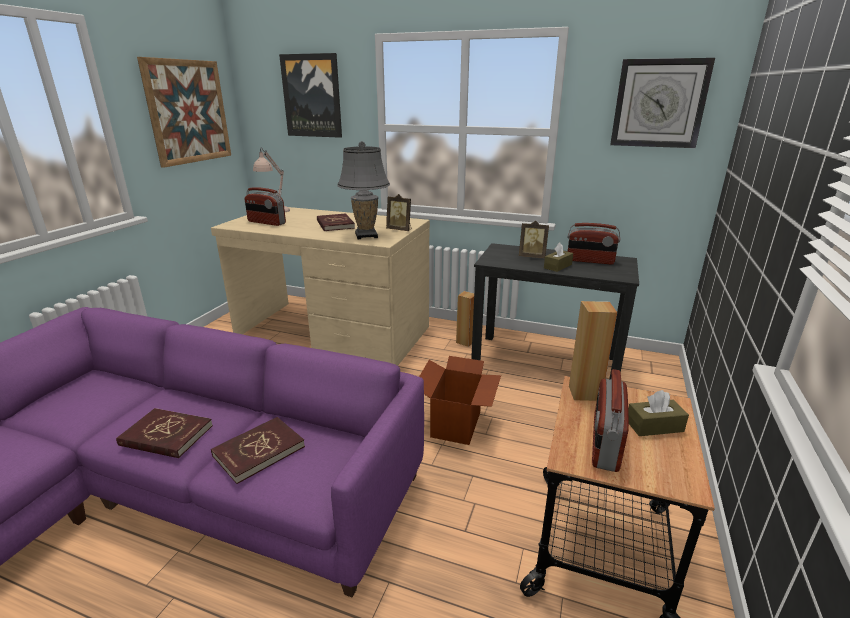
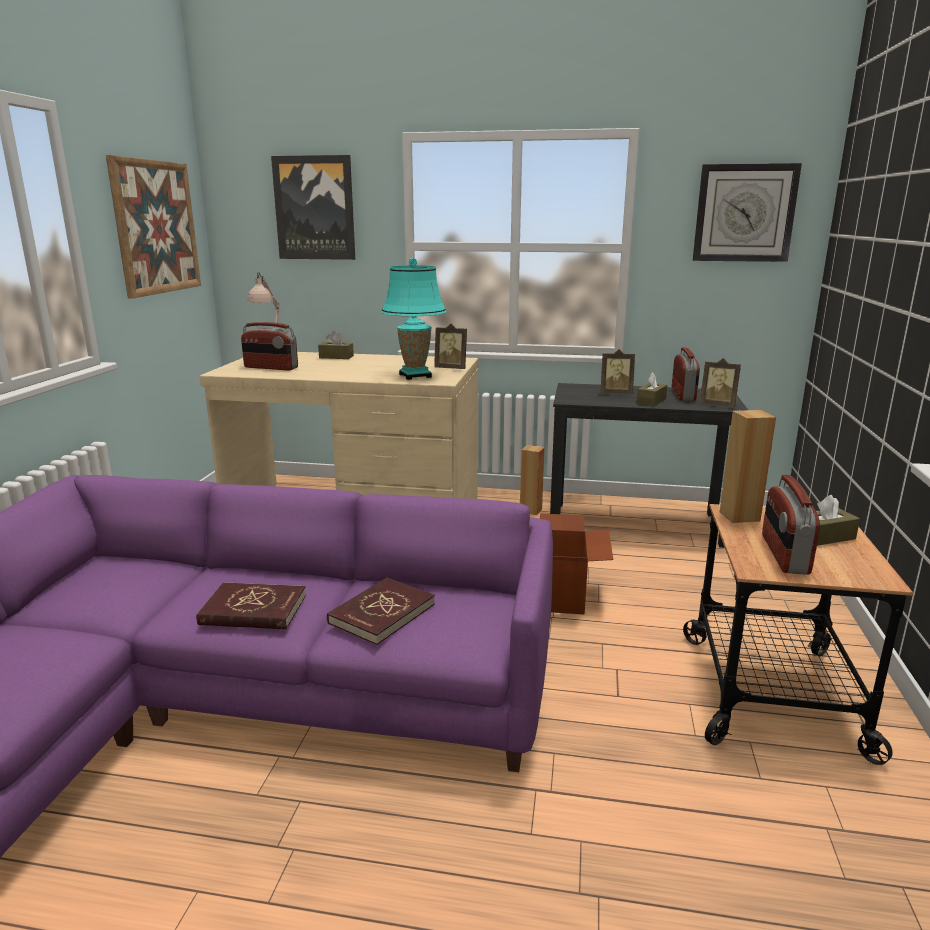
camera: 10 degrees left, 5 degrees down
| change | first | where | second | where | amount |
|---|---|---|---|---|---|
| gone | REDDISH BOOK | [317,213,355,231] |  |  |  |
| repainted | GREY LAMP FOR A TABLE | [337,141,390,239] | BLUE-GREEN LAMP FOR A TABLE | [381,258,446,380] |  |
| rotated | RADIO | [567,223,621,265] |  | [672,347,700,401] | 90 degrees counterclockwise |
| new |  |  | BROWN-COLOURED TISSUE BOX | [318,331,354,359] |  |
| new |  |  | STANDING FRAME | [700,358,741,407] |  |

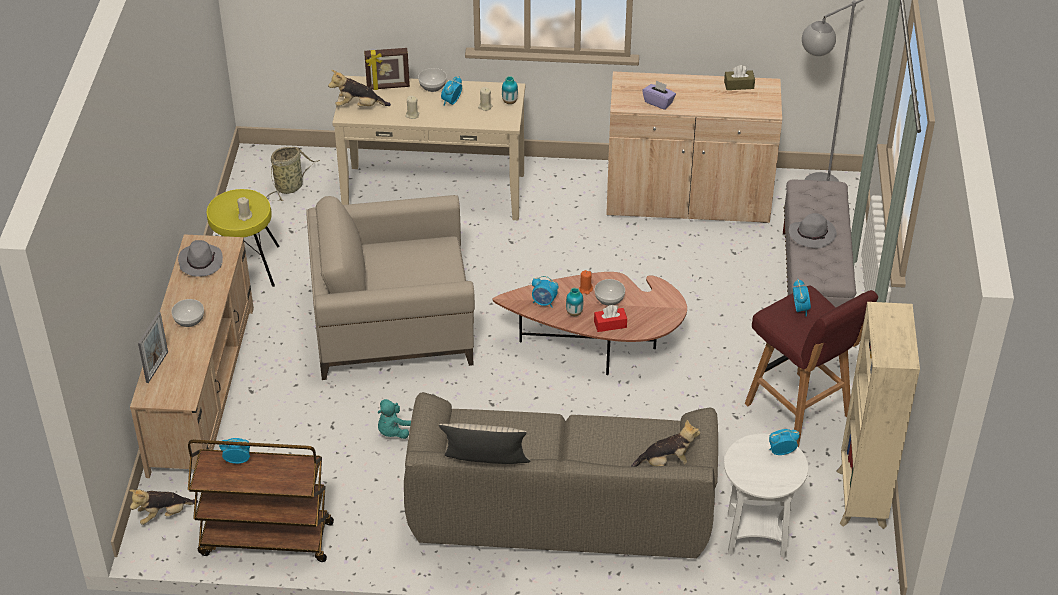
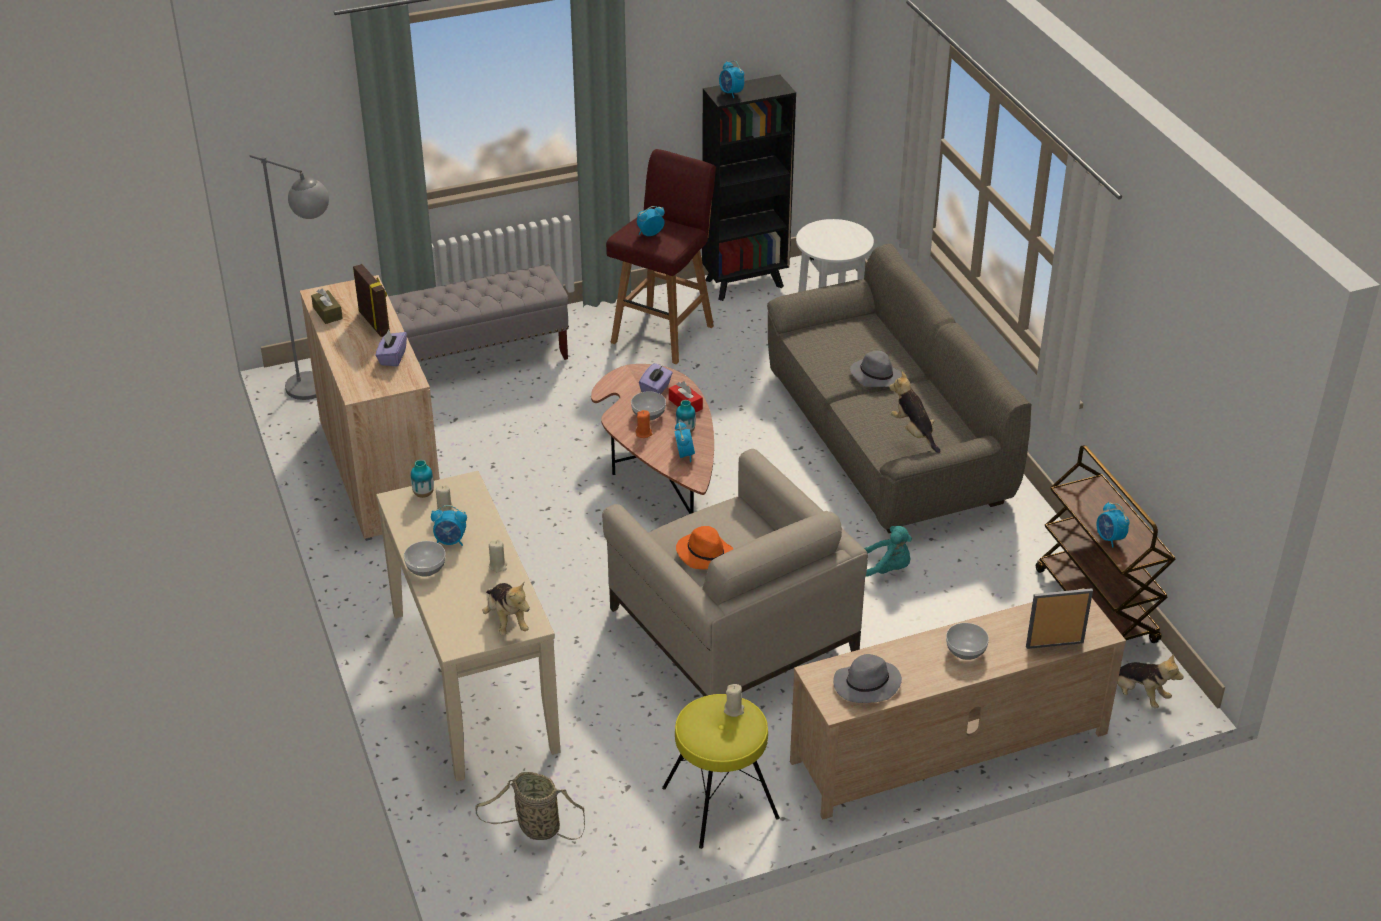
camera: 115 degrees left, 5 degrees down
| change | first | where | second | where | amount |
|---|---|---|---|---|---|
| shifted | STANDING FRAME | [364,48,410,90] |  | [353,264,390,337] |  |
| gone | SAND-COLOURED THROW PILLOW | [439,423,531,464] |  |  |  |
| shifted | CUDDLY TOY | [631,420,700,467] |  | [889,371,941,453] |  |
| shifted | TABLE CLOCK | [769,429,800,455] |  | [719,60,744,98] |  |
| shifted | GREY CLOTHING HAT | [789,213,837,248] |  | [850,351,902,387] |  |
| repainted | SAND-COLOURED BOOKSHELF | [836,302,920,529] | BLACK-COLOURED BOOKSHELF | [702,75,796,301] |  |
| new |  |  | PURPLE TISSUE BOX | [639,363,673,394] |  |
| new |  |  | ORANGE CLOTHING HAT | [676,526,733,570] |  |

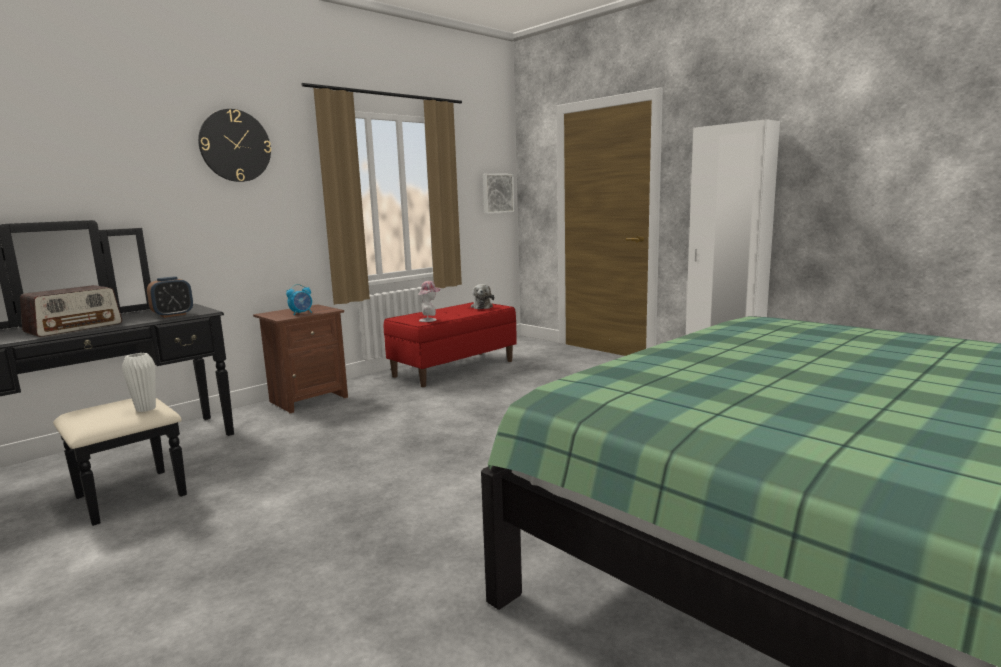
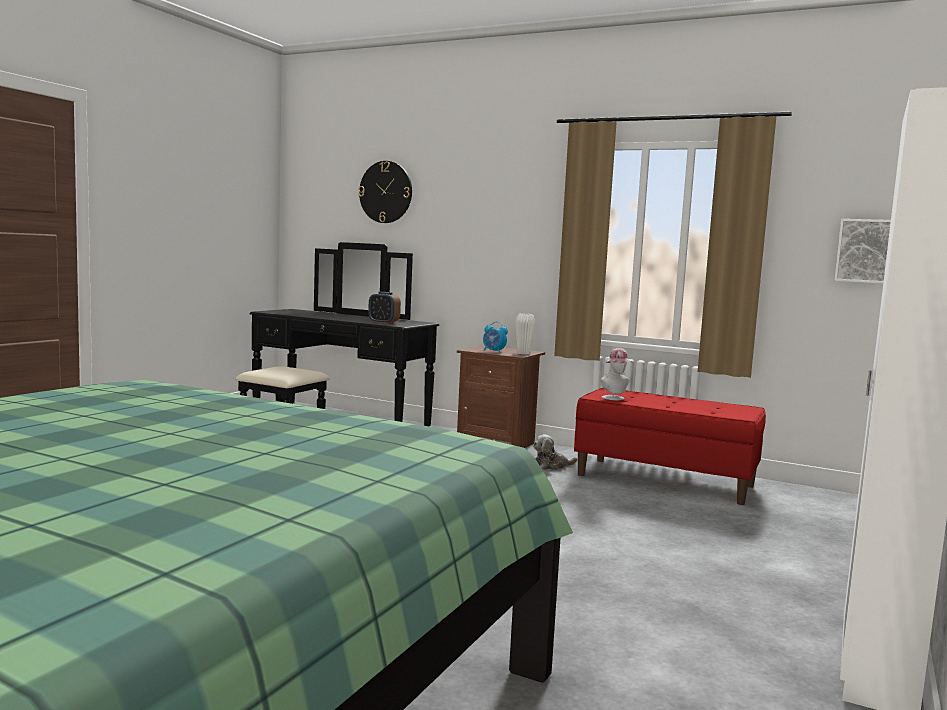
camera: 70 degrees right, 5 degrees down
| change | first | where | second | where | amount |
|---|---|---|---|---|---|
| gone | RADIO | [20,285,122,337] |  |  |  |
| shifted | WHITE DECORATIVE VASE | [122,353,156,412] |  | [515,313,535,354] |  |
| shifted | CLOCK ON THE WALL | [198,109,271,182] |  | [358,161,412,223] |  |
| shifted | CUDDLY TOY | [471,284,494,309] |  | [533,434,577,470] |  |

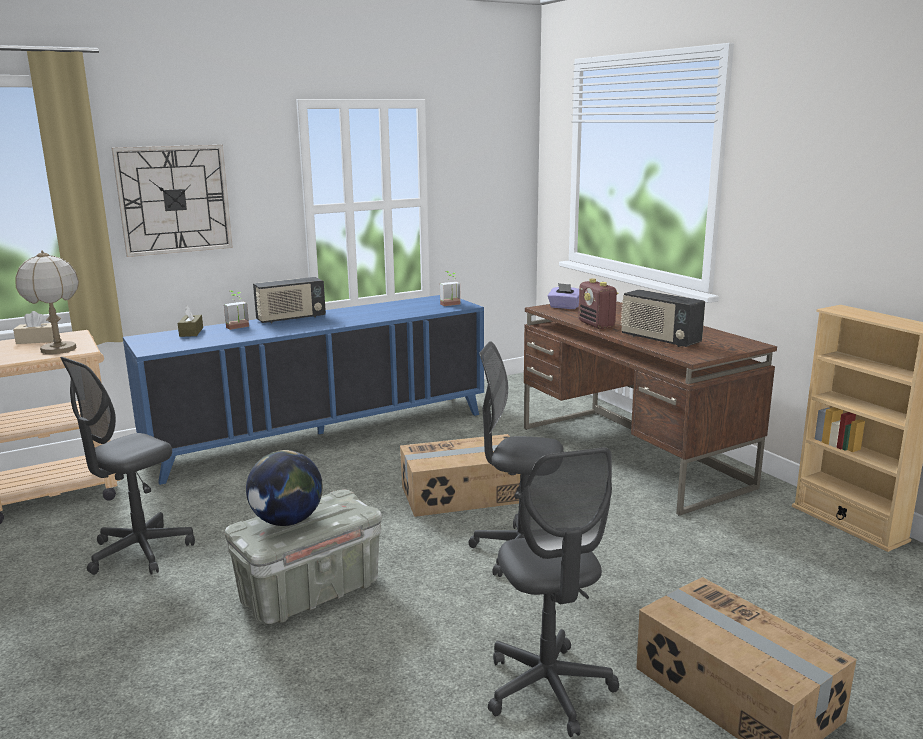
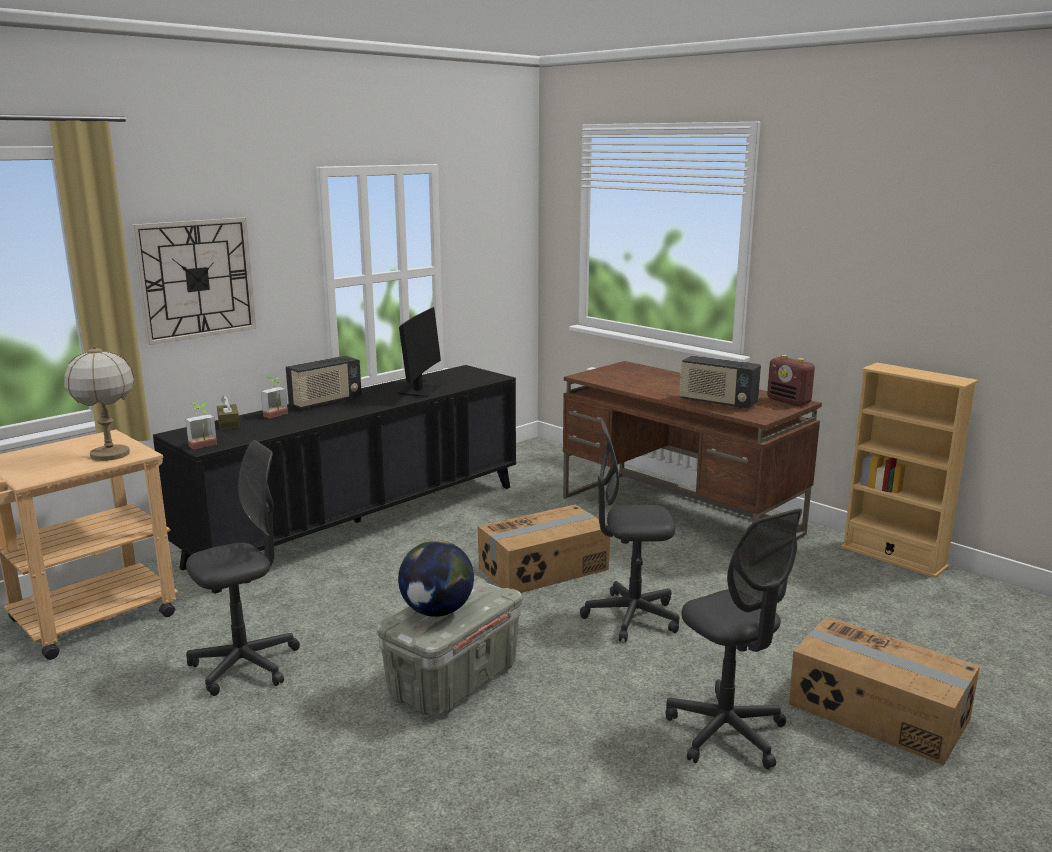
camera: 15 degrees left, 0 degrees up
| change | first | where | second | where | amount |
|---|---|---|---|---|---|
| gone | SAND-COLOURED TISSUE BOX | [13,311,54,344] |  |  |  |
| rotated | GREY OFFICE CHAIR | [60,357,195,575] |  | [186,440,300,696] | 150 degrees counterclockwise |
| repainted | BLUE-COLOURED CABINET | [123,295,484,485] | BLACK-COLOURED CABINET | [153,365,516,594] |  |
| shifted | HOUSEPLANT | [440,271,461,306] |  | [186,402,217,449] |  |
| gone | PURPLE TISSUE BOX | [548,283,579,309] |  |  |  |
| shifted | RADIO | [578,278,619,329] |  | [767,355,815,406] |  |
| new |  |  | COMPUTER SCREEN | [398,307,441,397] |  |

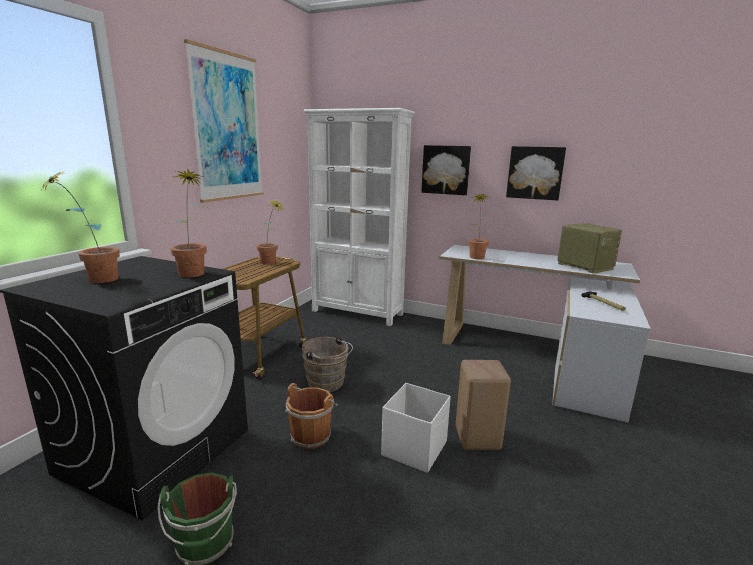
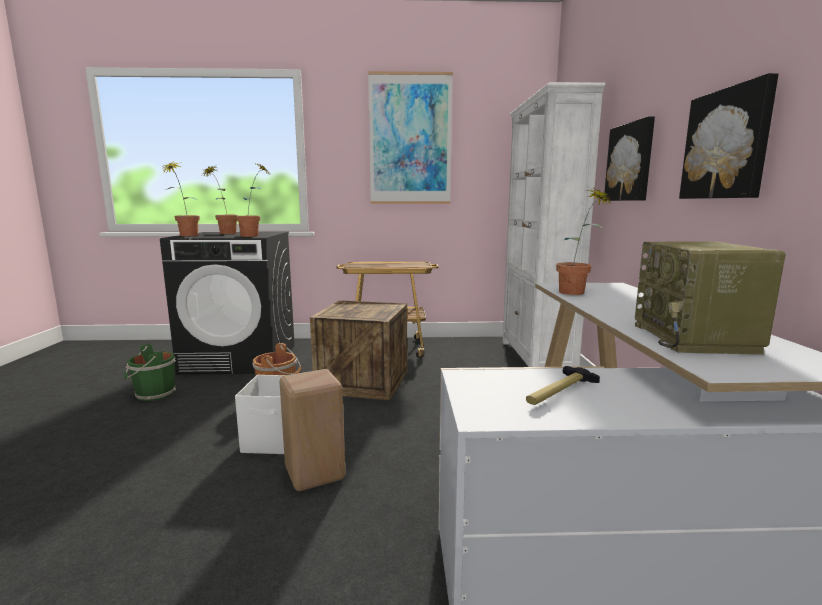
camera: 65 degrees right, 5 degrees down
| change | first | where | second | where | amount |
|---|---|---|---|---|---|
| shifted | HOUSEPLANT | [257,199,285,264] |  | [162,161,200,236] |  |
| swapped | BROWN-COLOURED PAIL | [302,337,353,392] | CRATE | [310,300,407,400] |  |
| rotated | RADIO | [558,223,622,274] |  | [635,241,786,355] | 150 degrees clockwise |

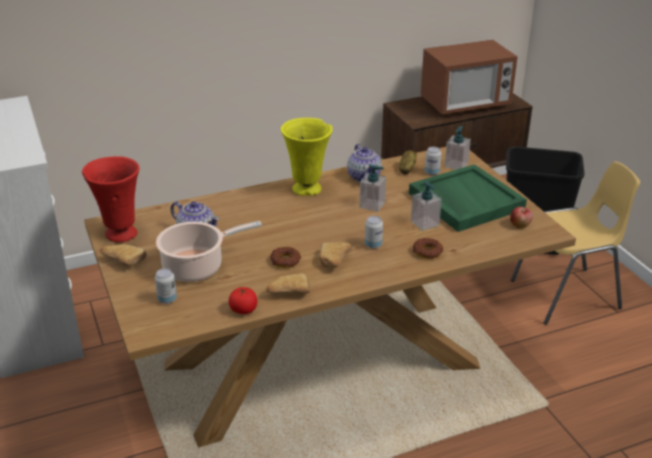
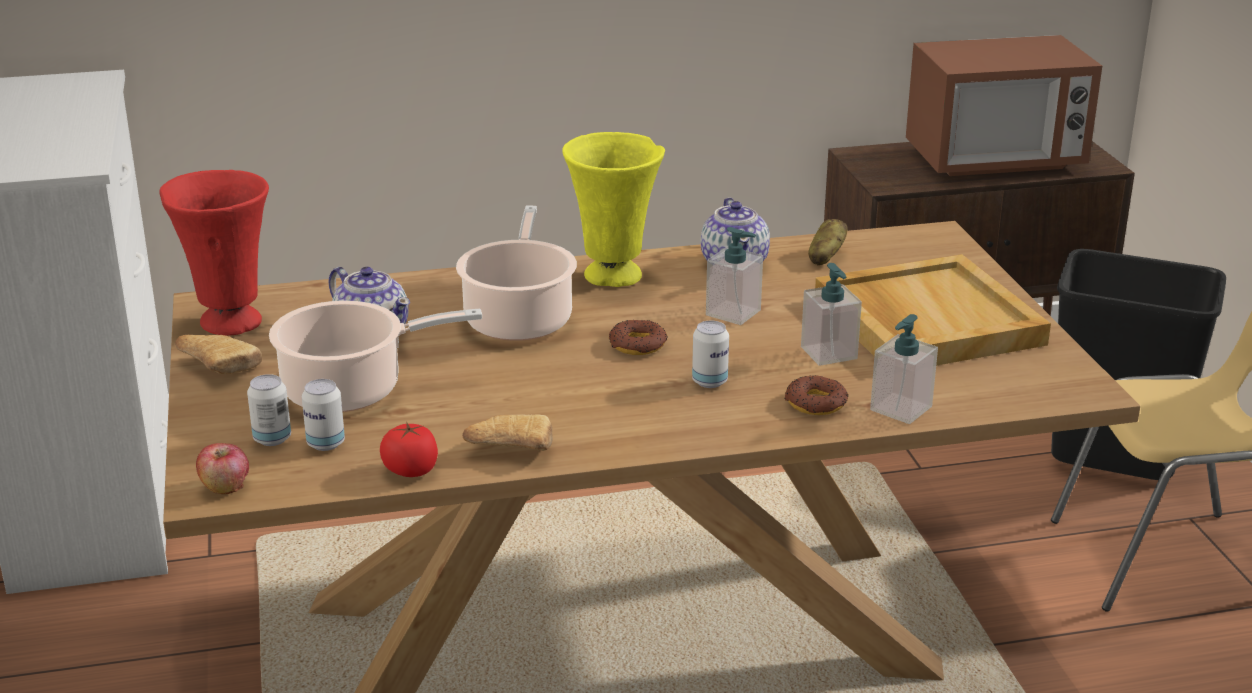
camera: 10 degrees right, 5 degrees down
| change | first | where | second | where | amount |
|---|---|---|---|---|---|
| shifted | DOUGHNUT | [270,247,301,268] |  | [609,320,668,355] |  |
| gone | BAKERY BREAD | [319,243,352,268] |  |  |  |
| repainted | GREEN-COLOURED SERVING TRAY | [409,164,527,232] | SAND-COLOURED SERVING TRAY | [815,254,1051,366] |  |
| shifted | SEALED CAN | [425,147,441,176] |  | [302,379,345,451] |  |
| shifted | LIQUID SOAP BOTTLE | [444,126,471,170] |  | [870,314,938,424] |  |
| shifted | APPLE FRUIT | [510,207,532,228] |  | [196,443,249,494] |  |
| new |  |  | SAUCEPOT | [456,206,577,341] |  |

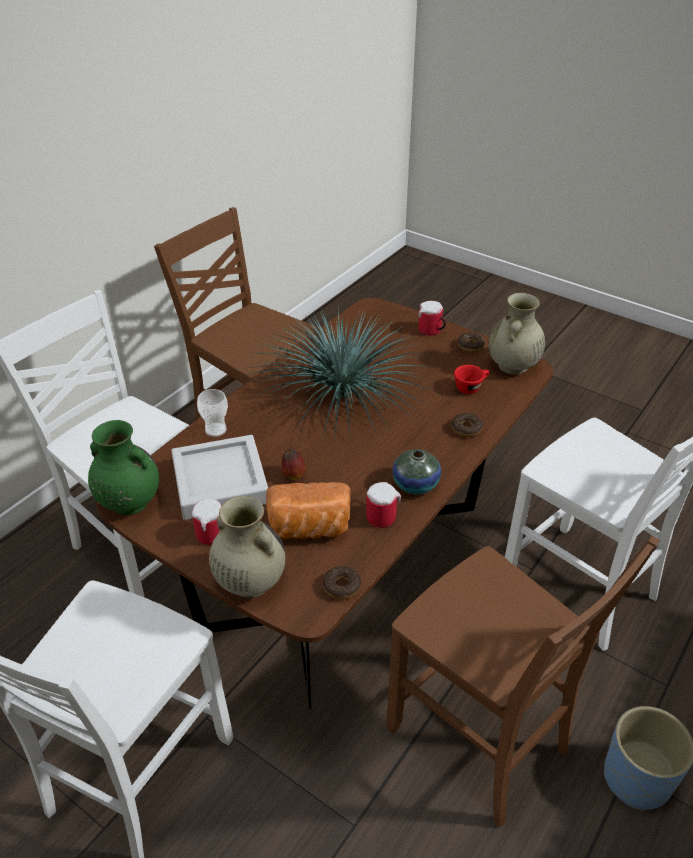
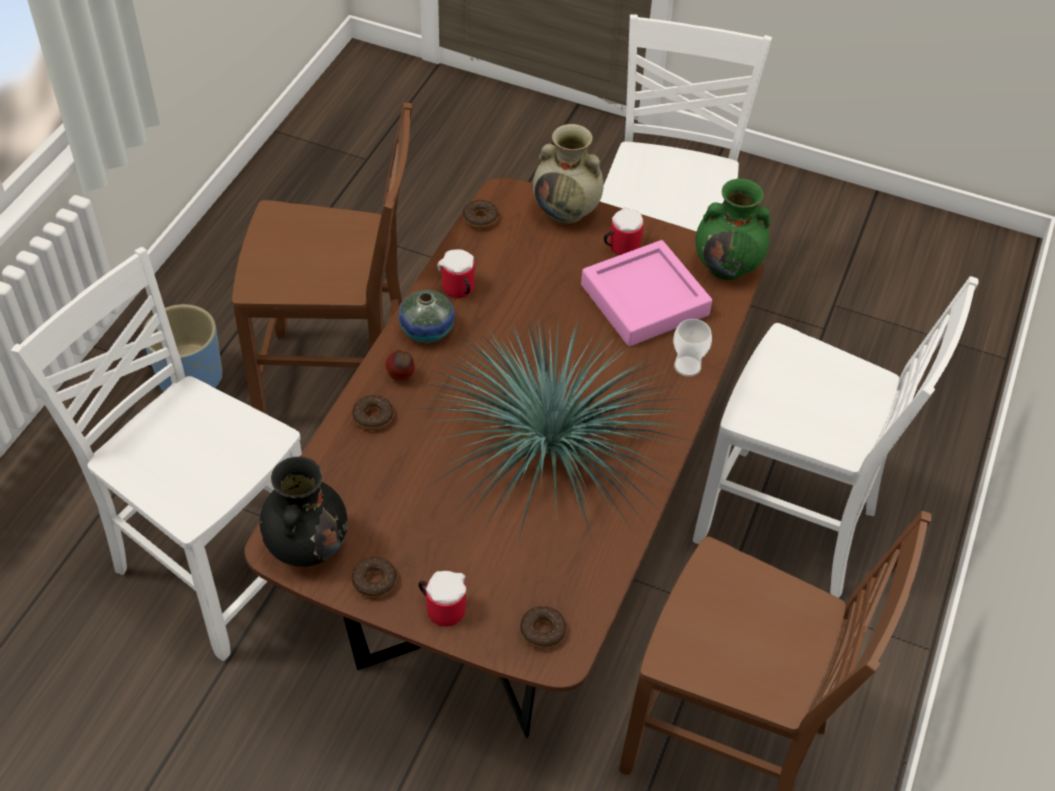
camera: 165 degrees right, 10 degrees up
| change | first | where | second | where | amount |
|---|---|---|---|---|---|
| repainted | GREY SERVING TRAY | [171,435,268,520] | PINK-COLOURED SERVING TRAY | [581,240,712,346] |  |
| gone | BAKERY BREAD | [266,482,351,539] |  |  |  |
| shifted | APPLE FRUIT | [282,449,305,480] |  | [385,350,415,381] |  |
| rotated | BROWN-COLOURED CHAIR | [387,536,660,827] |  | [232,103,412,414] | 150 degrees clockwise |
| gone | REDDISH CUP | [454,365,490,394] |  |  |  |
| repainted | SAND-COLOURED DECORATIVE VASE | [488,293,545,375] | BLACK-COLOURED DECORATIVE VASE | [260,457,348,567] |  |
| new |  |  | DOUGHNUT | [520,606,566,649] |  |

